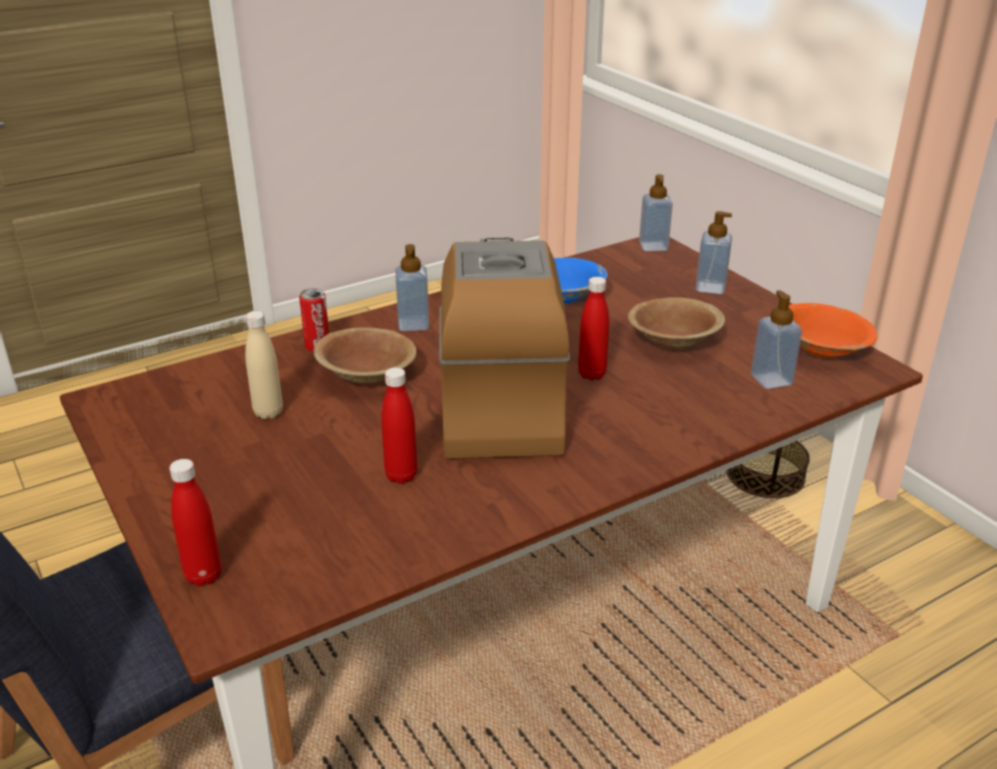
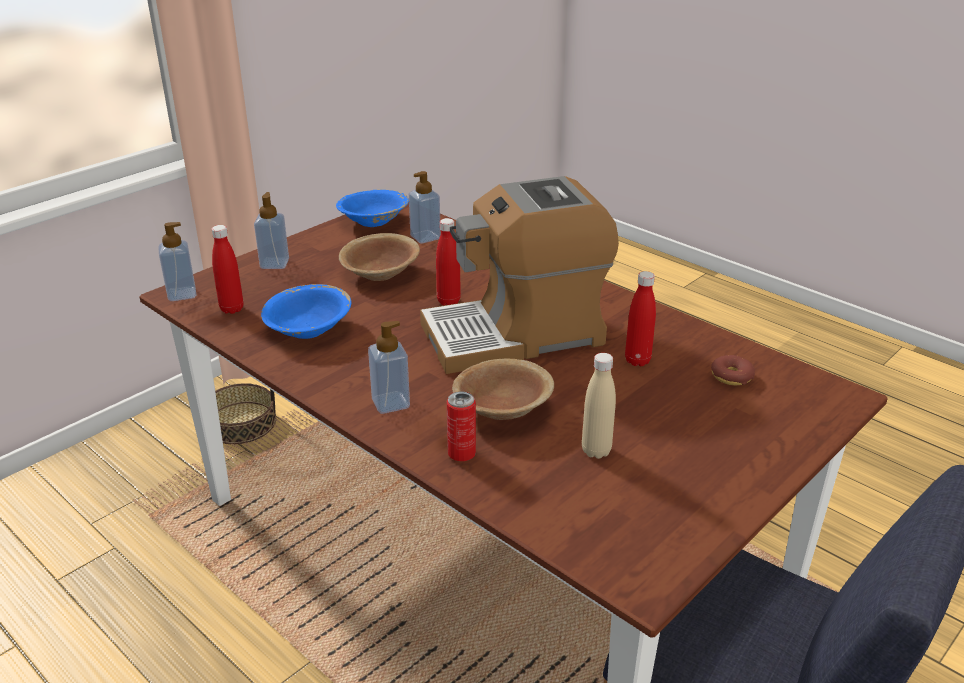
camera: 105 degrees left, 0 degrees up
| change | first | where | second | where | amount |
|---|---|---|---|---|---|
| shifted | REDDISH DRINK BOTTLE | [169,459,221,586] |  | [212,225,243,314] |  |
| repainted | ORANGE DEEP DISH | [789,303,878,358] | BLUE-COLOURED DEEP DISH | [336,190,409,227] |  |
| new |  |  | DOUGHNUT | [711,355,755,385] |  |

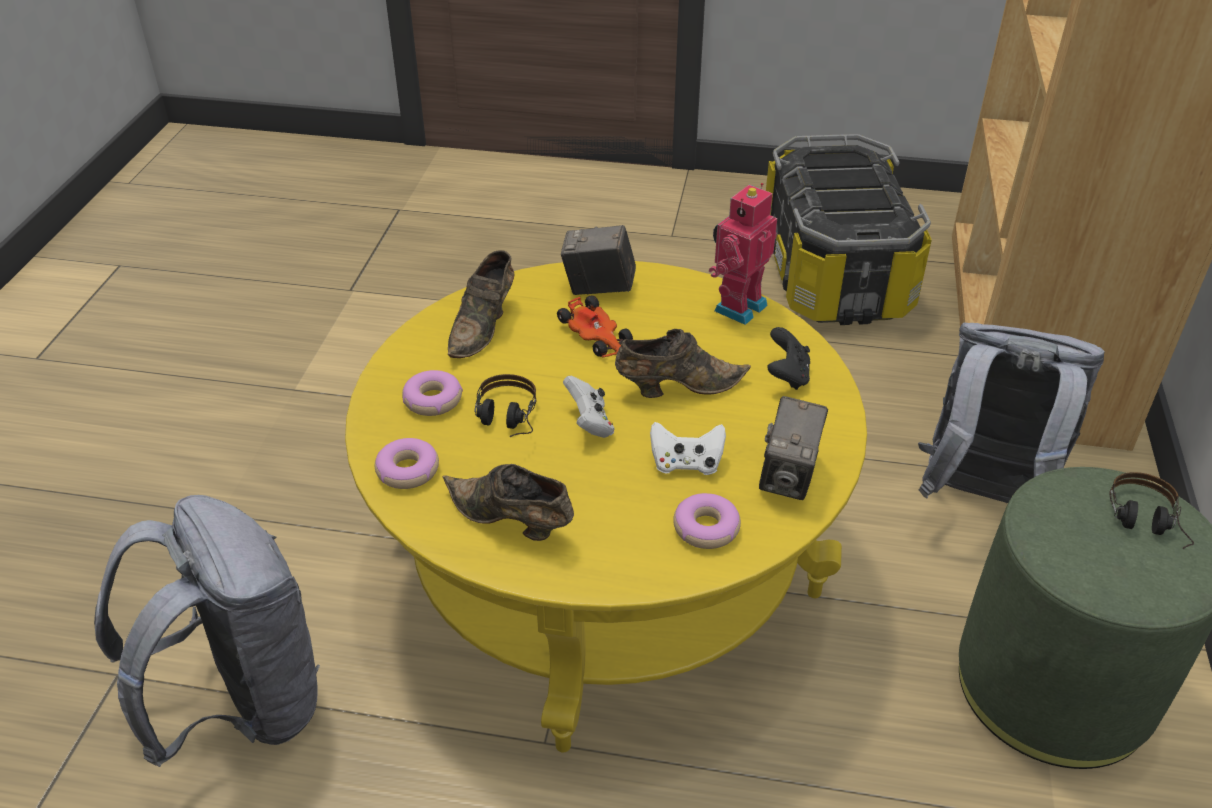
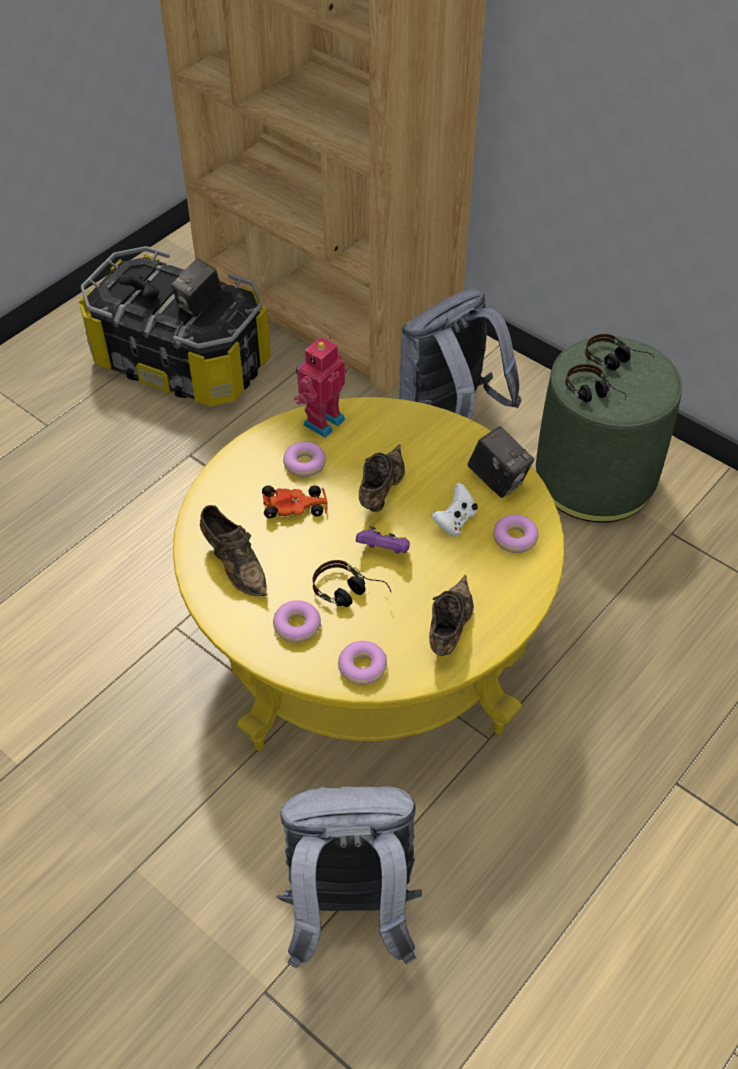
camera: 60 degrees left, 10 degrees up
| change | first | where | second | where | amount |
|---|---|---|---|---|---|
| rotated | BROWN-COLOURED ITEM OF FOOTWEAR | [443,464,574,541] |  | [429,575,474,656] | 135 degrees clockwise |
| shifted | STILL CAMERA | [561,225,636,295] |  | [171,258,222,317] |  |
| repainted | WHITE JOYPAD | [563,376,615,438] | PURPLE JOYPAD | [356,526,410,554] |  |
| rotated | MODEL ROBOT | [709,183,777,325] |  | [294,337,347,438] | 60 degrees clockwise |
| shifted | BLACK-COLOURED JOYPAD | [767,327,810,390] |  | [118,275,159,299] |  |
| new |  |  | DOUGHNUT | [283,442,326,477] |  |
| new |  |  | PAIR OF HEADPHONES | [565,364,626,402] |  |

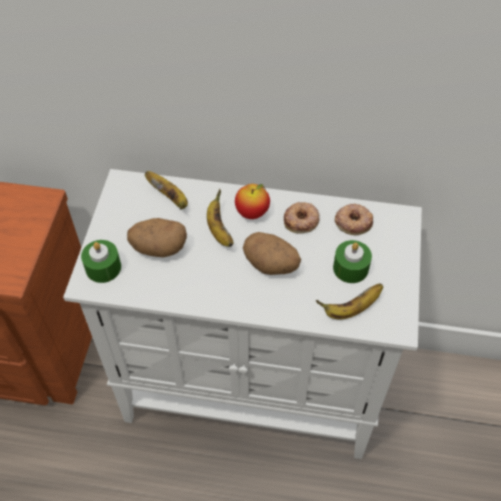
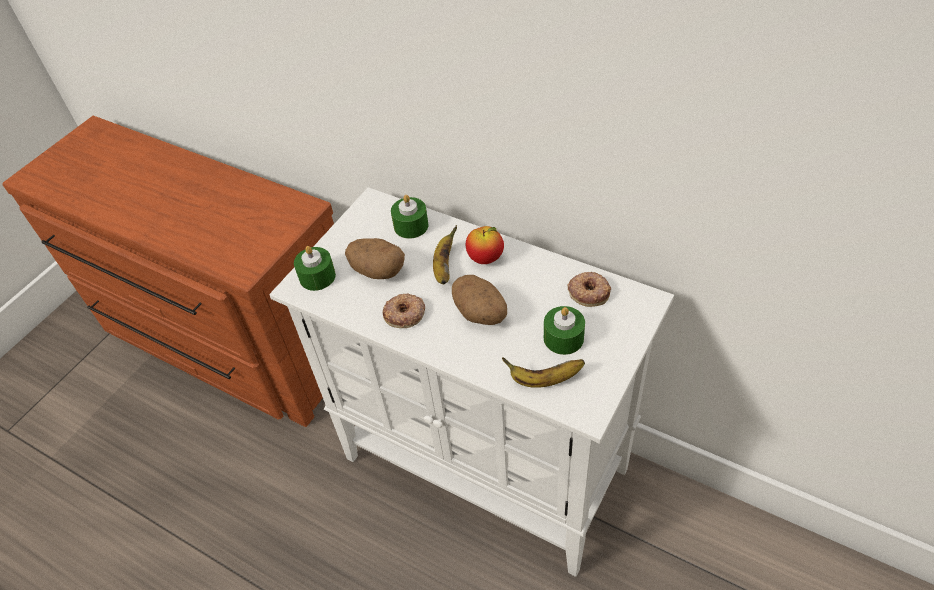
camera: 25 degrees right, 5 degrees down
| change | first | where | second | where | amount |
|---|---|---|---|---|---|
| swapped | WHOLE BANANA | [145,171,188,209] | GREEN-COLOURED CANDLE | [391,195,429,239] |  |
| shifted | DOUGHNUT | [284,202,319,233] |  | [383,294,425,328] |  |

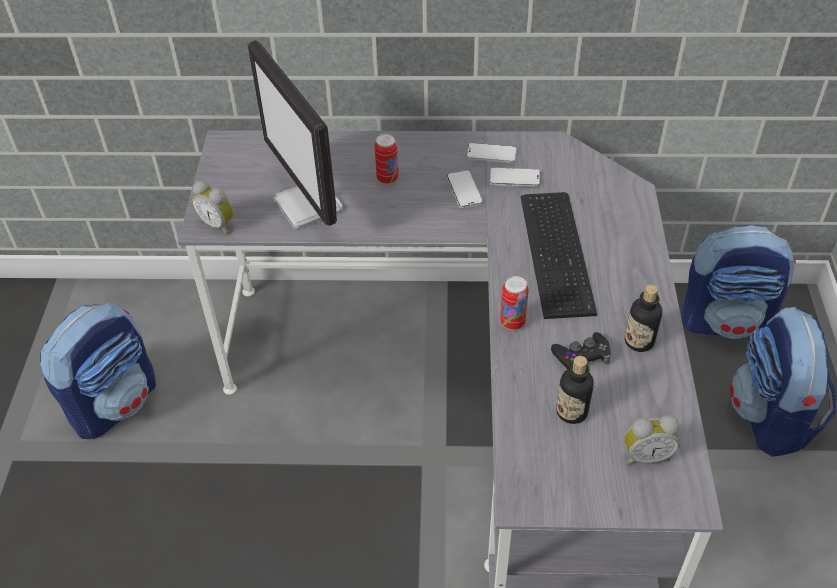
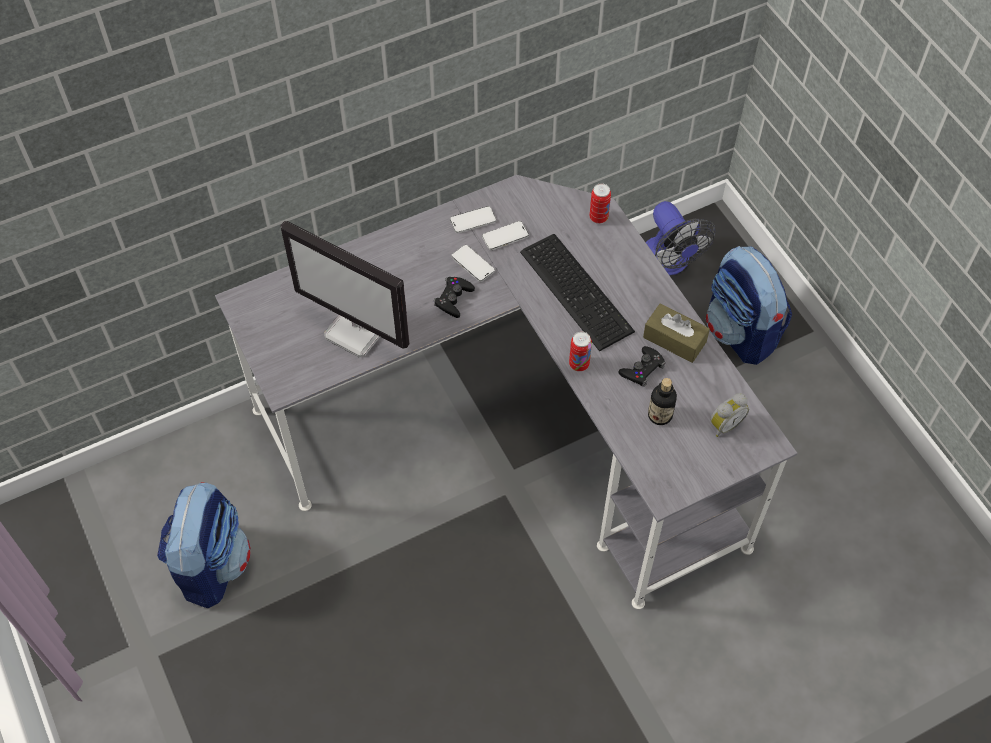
camera: 30 degrees left, 10 degrees up
| change | first | where | second | where | amount |
|---|---|---|---|---|---|
| gone | TABLE CLOCK | [192,181,234,234] |  |  |  |
| shifted | SEALED CAN | [375,134,398,184] |  | [589,183,611,224] |  |
| swapped | DRINK BOTTLE | [625,285,662,352] | BROWN-COLOURED TISSUE BOX | [643,303,710,363] |  |
| swapped | RUCKSACK | [681,225,796,339] | COOLING FAN | [646,201,716,276] |  |
| new |  |  | BLACK-COLOURED JOYPAD | [434,277,475,318] |  |

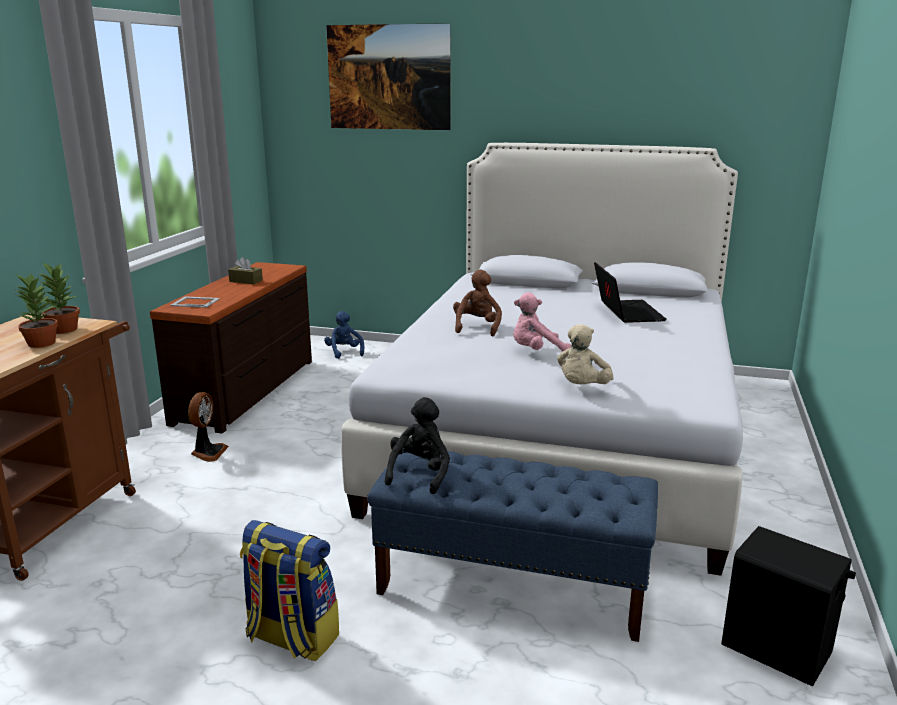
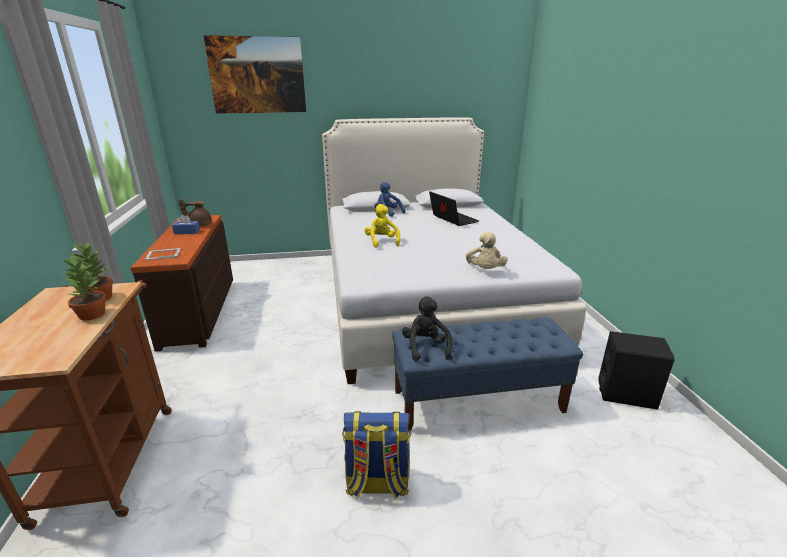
camera: 25 degrees left, 5 degrees up
| change | first | where | second | where | amount |
|---|---|---|---|---|---|
| gone | COOLING FAN | [188,392,229,462] |  |  |  |
| repainted | BROWN-COLOURED TISSUE BOX | [228,257,263,284] | BLUE-COLOURED TISSUE BOX | [172,214,200,234] |  |
| shifted | BLUE-COLOURED CUDDLY TOY | [324,311,364,359] |  | [374,182,405,217] |  |
| repainted | BROWN-COLOURED CUDDLY TOY | [453,269,502,336] | YELLOW-COLOURED CUDDLY TOY | [364,204,400,248] |  |
| gone | PINK-COLOURED CUDDLY TOY | [513,292,571,351] |  |  |  |
| new |  |  | BROWN-COLOURED POT FOR TEA | [178,198,212,227] |  |

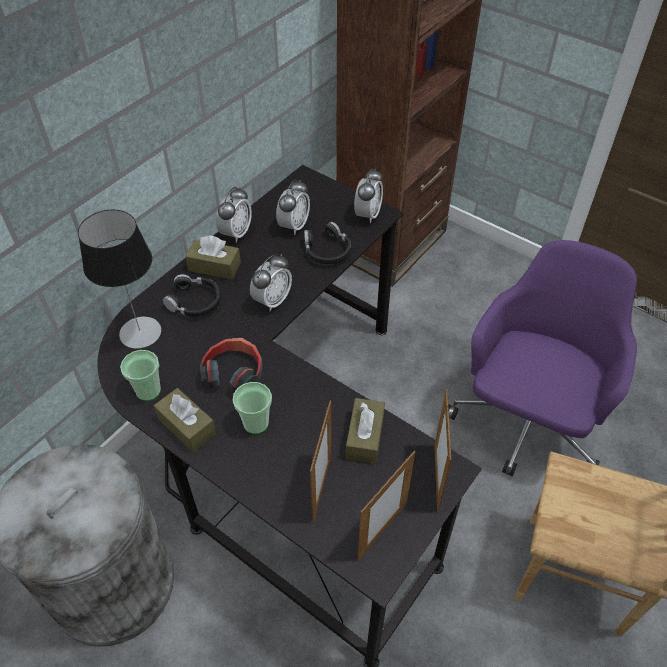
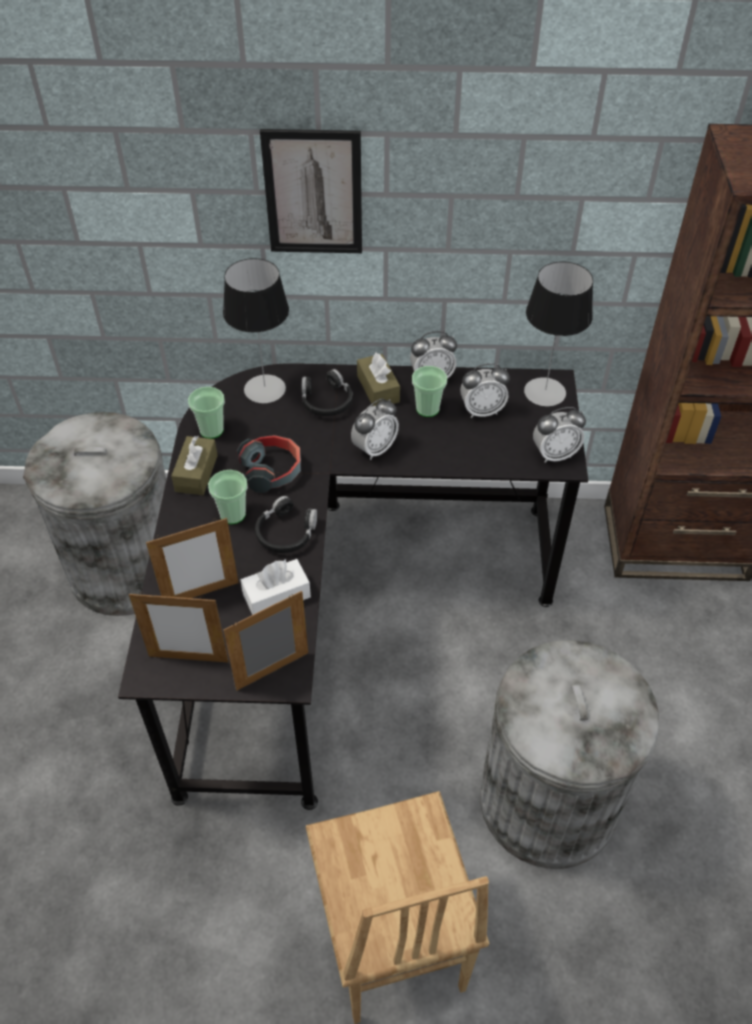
camera: 55 degrees right, 0 degrees up
| change | first | where | second | where | amount |
|---|---|---|---|---|---|
| rotated | TABLE CLOCK | [250,254,292,312] |  | [351,399,399,460] | 45 degrees counterclockwise |
| shifted | BLACK-COLOURED PAIR OF HEADPHONES | [304,222,351,264] |  | [255,496,317,553] |  |
| repainted | BROWN-COLOURED TISSUE BOX | [346,398,385,464] | WHITE TISSUE BOX | [240,559,311,615] |  |
| swapped | PURPLE OFFICE CHAIR | [448,240,637,476] | GREY TRASH CAN | [480,640,659,869] |  |
| new |  |  | WALL ART | [260,129,362,253] |  |
| new |  |  | CUP | [412,366,447,417] |  |
| new |  |  | LAMP FOR A TABLE | [524,261,593,406] |  |

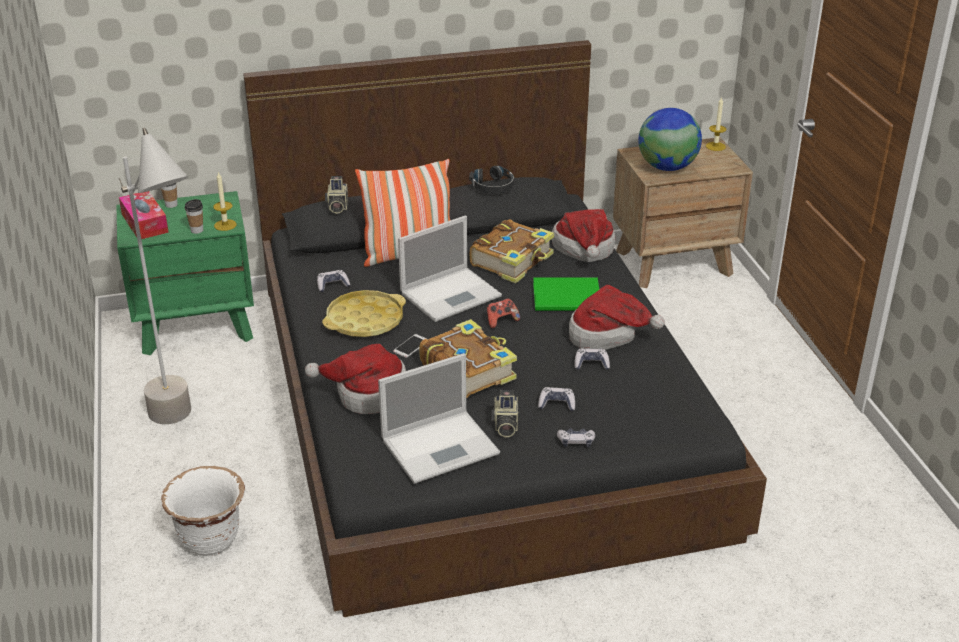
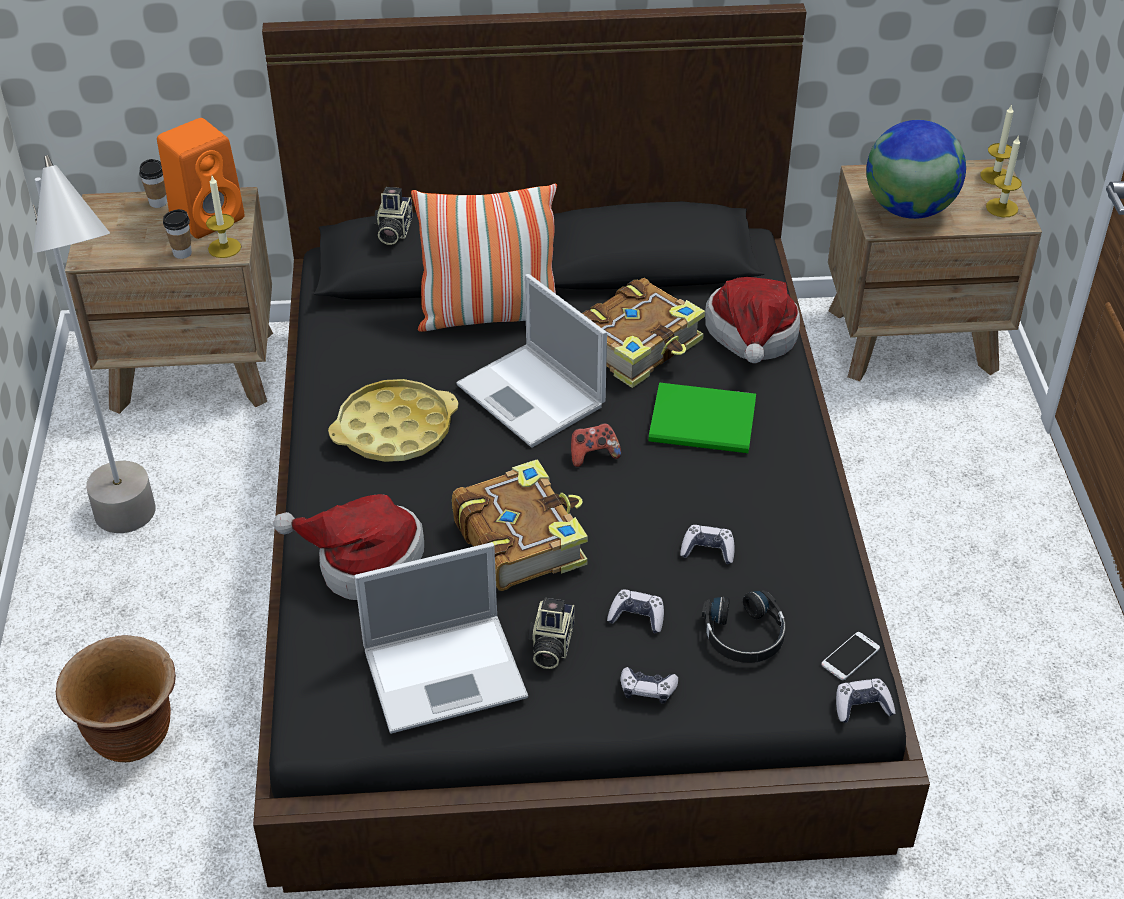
camera: 10 degrees right, 10 degrees up
| change | first | where | second | where | amount |
|---|---|---|---|---|---|
| repainted | GREEN-COLOURED NIGHT TABLE | [116,191,254,355] | BROWN-COLOURED NIGHT TABLE | [65,187,273,414] |  |
| gone | TISSUE BOX | [119,191,169,239] |  |  |  |
| repainted | WHITE FLOWER POT | [161,466,245,556] | BROWN-COLOURED FLOWER POT | [56,635,176,762] |  |
| shifted | JOYPAD | [317,270,350,292] |  | [836,679,896,723] |  |
| shifted | TELEPHONE | [393,334,427,358] |  | [821,632,880,680] |  |
| rotated | PORTABLE COMPUTER | [398,216,502,322] |  | [456,274,607,448] | 75 degrees clockwise |
| shifted | BLACK-COLOURED PAIR OF HEADPHONES | [469,166,514,194] |  | [702,590,786,663] |  |
| gone | CLOTHING HAT | [569,285,665,350] |  |  |  |
| new |  |  | ORANGE LOUDSPEAKER | [157,118,244,239] |  |
| new |  |  | CANDLE | [986,135,1022,217] |  |

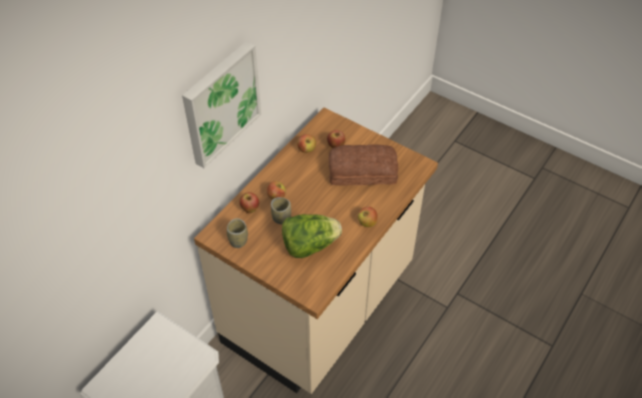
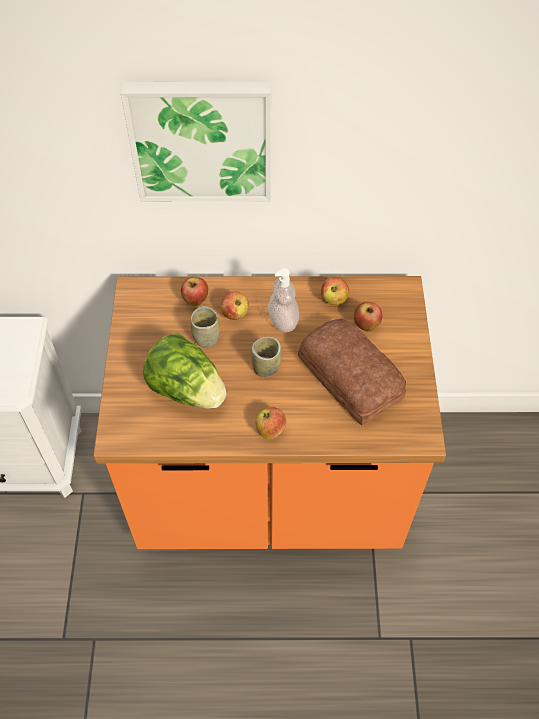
camera: 55 degrees right, 5 degrees up
| change | first | where | second | where | amount |
|---|---|---|---|---|---|
| repainted | SAND-COLOURED KITCHEN BASE UNIT | [194,107,438,394] | ORANGE KITCHEN BASE UNIT | [93,276,446,549] |  |
| shifted | CUP | [227,218,248,248] |  | [251,337,281,377] |  |
| new |  |  | LIQUID SOAP BOTTLE | [268,268,299,332] |  |

